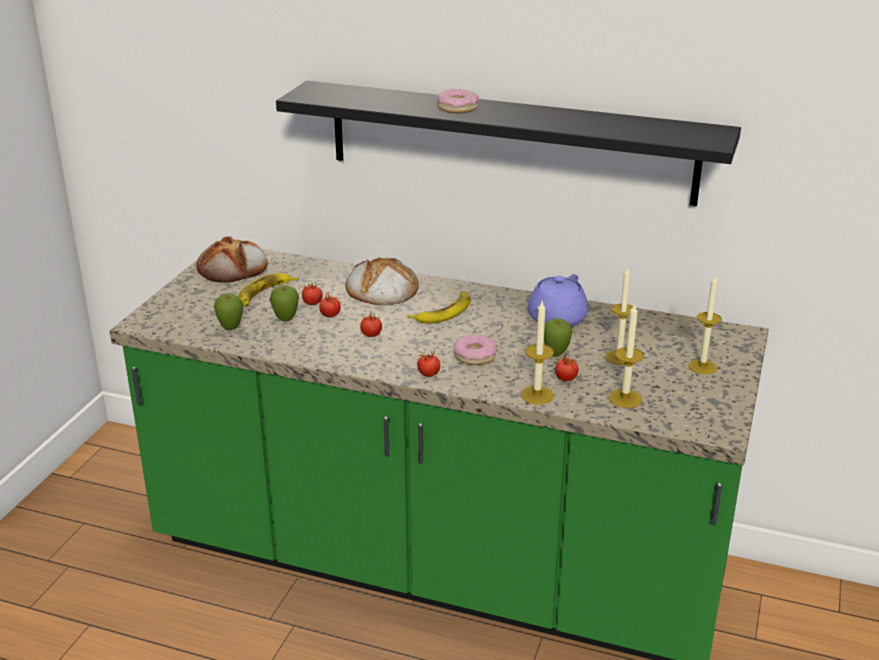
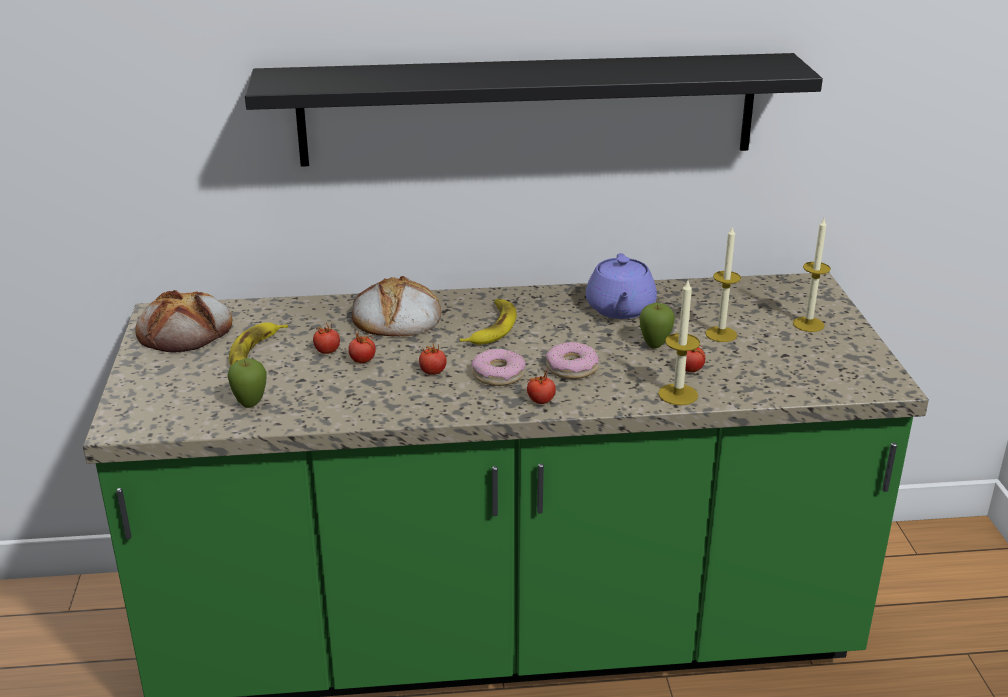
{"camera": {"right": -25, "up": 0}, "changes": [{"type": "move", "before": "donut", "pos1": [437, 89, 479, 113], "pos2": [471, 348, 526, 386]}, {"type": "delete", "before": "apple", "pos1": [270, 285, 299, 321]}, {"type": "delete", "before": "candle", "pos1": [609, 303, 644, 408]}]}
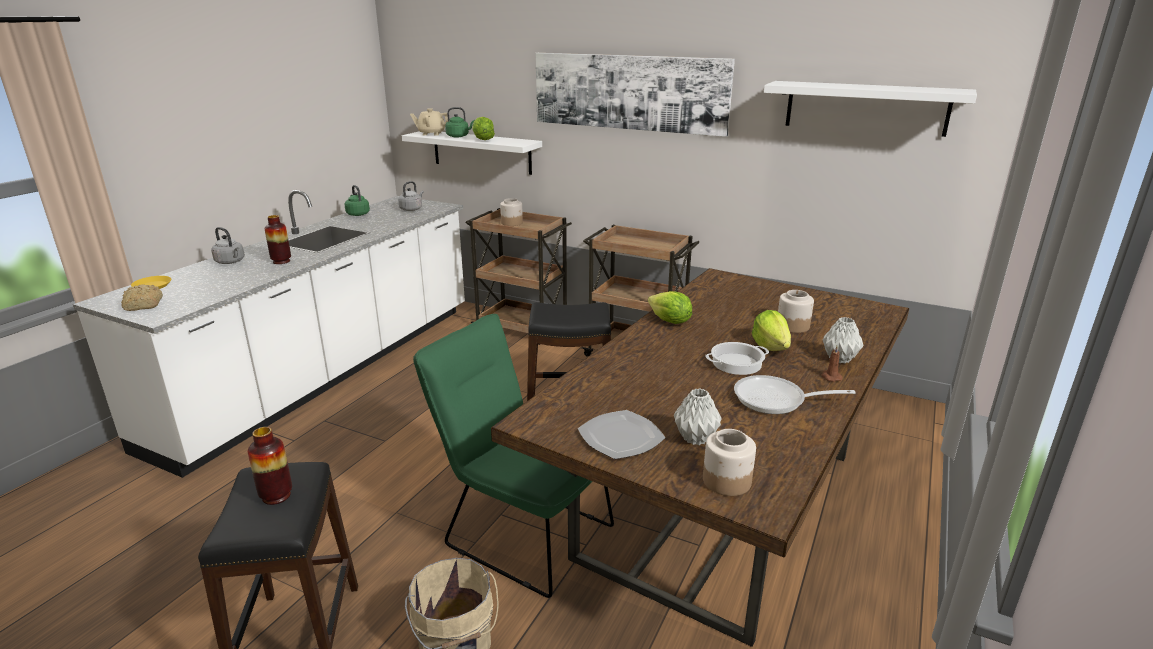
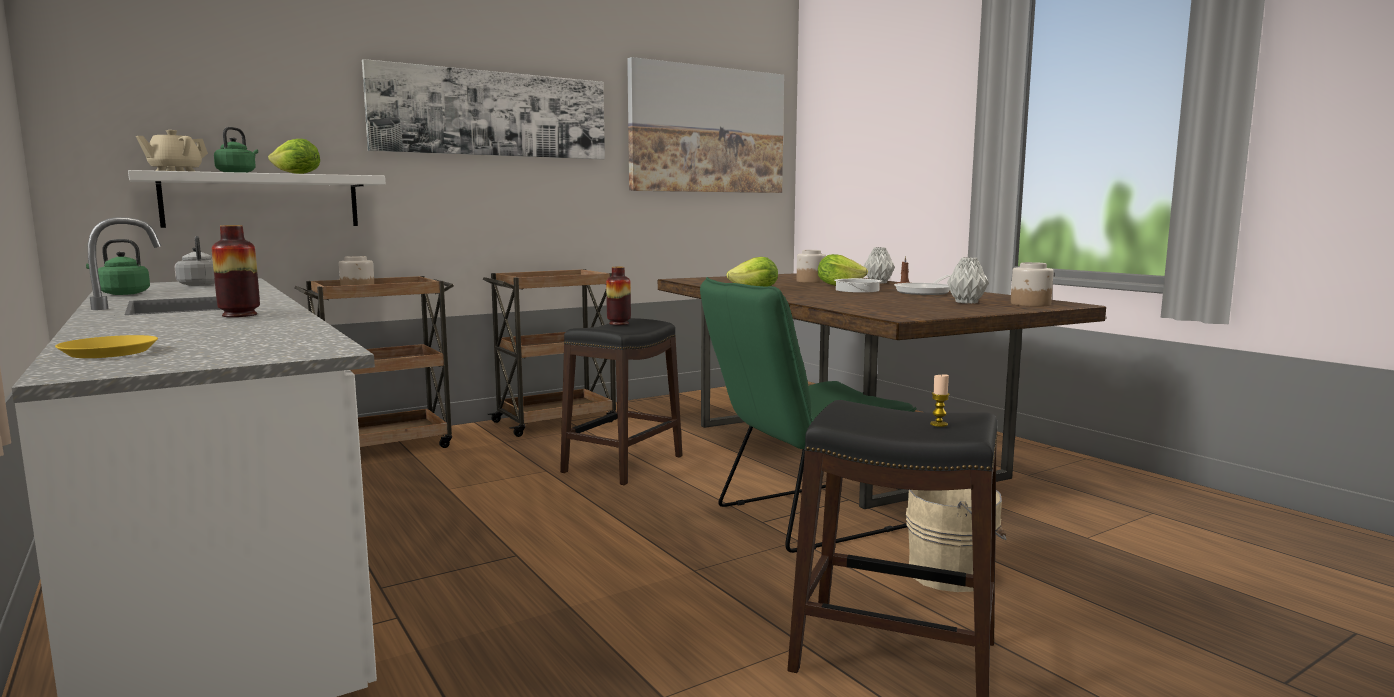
{"camera": {"right": -60, "up": -15}, "changes": [{"type": "move", "before": "vase", "pos1": [248, 427, 292, 505], "pos2": [606, 267, 631, 325]}, {"type": "replace", "before": "white shelf", "after": "picture", "pos1": [764, 81, 977, 137], "pos2": [627, 57, 784, 193]}, {"type": "insert", "after": "candle", "pos2": [930, 374, 950, 427]}, {"type": "delete", "before": "bread", "pos1": [121, 284, 163, 311]}, {"type": "delete", "before": "grey kettle", "pos1": [211, 227, 245, 264]}, {"type": "delete", "before": "plate", "pos1": [578, 410, 665, 459]}]}
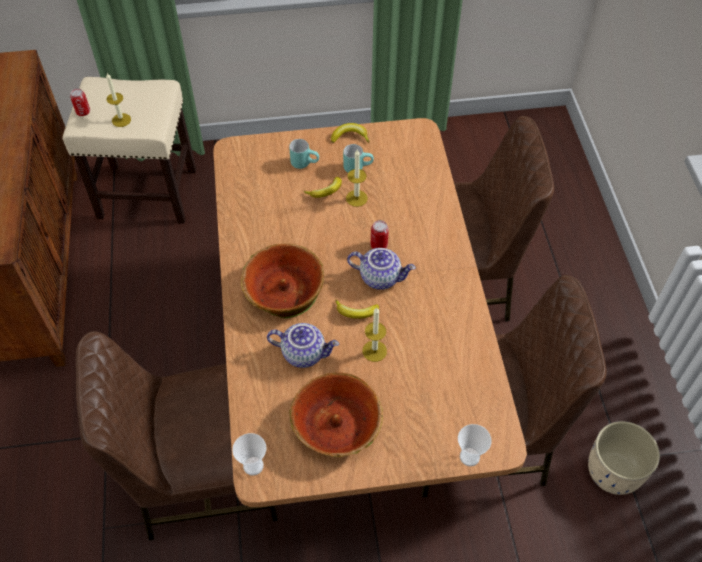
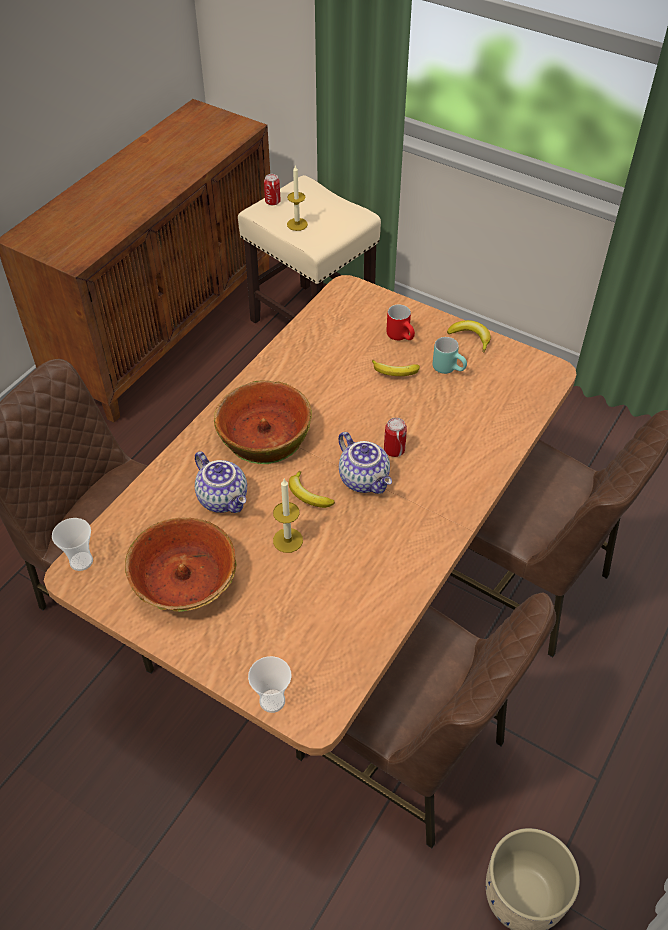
{"camera": {"right": 40, "up": -5}, "changes": [{"type": "recolor", "before": "turquoise mug", "after": "red mug", "pos1": [289, 139, 319, 169], "pos2": [386, 305, 415, 340]}, {"type": "delete", "before": "candle", "pos1": [346, 150, 368, 207]}]}
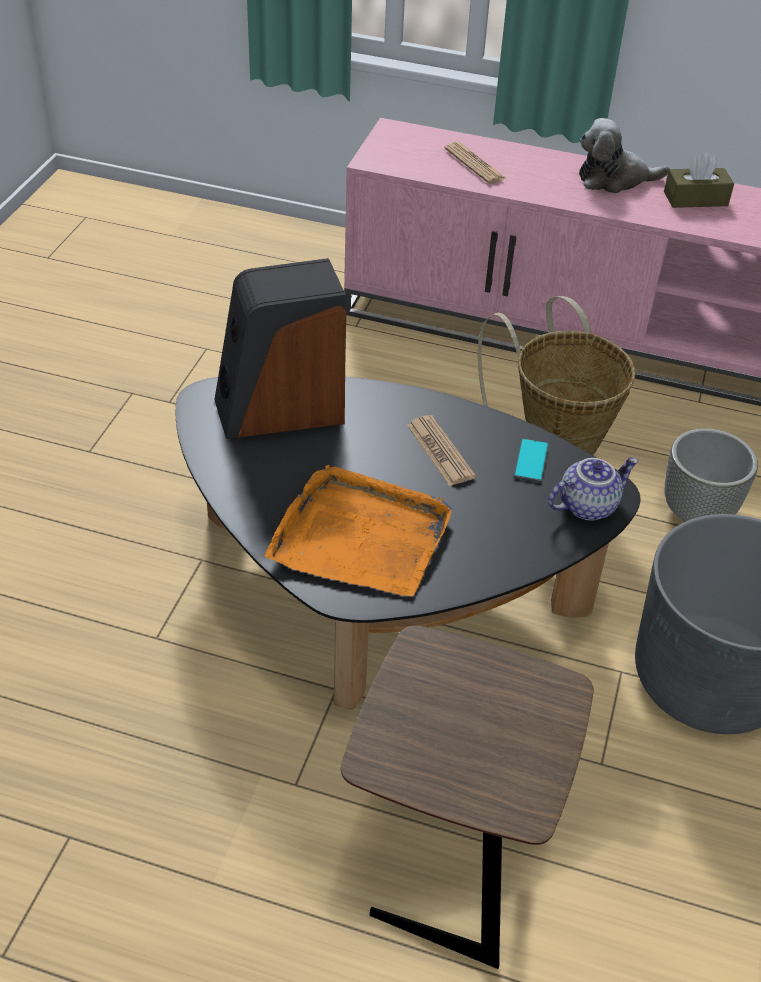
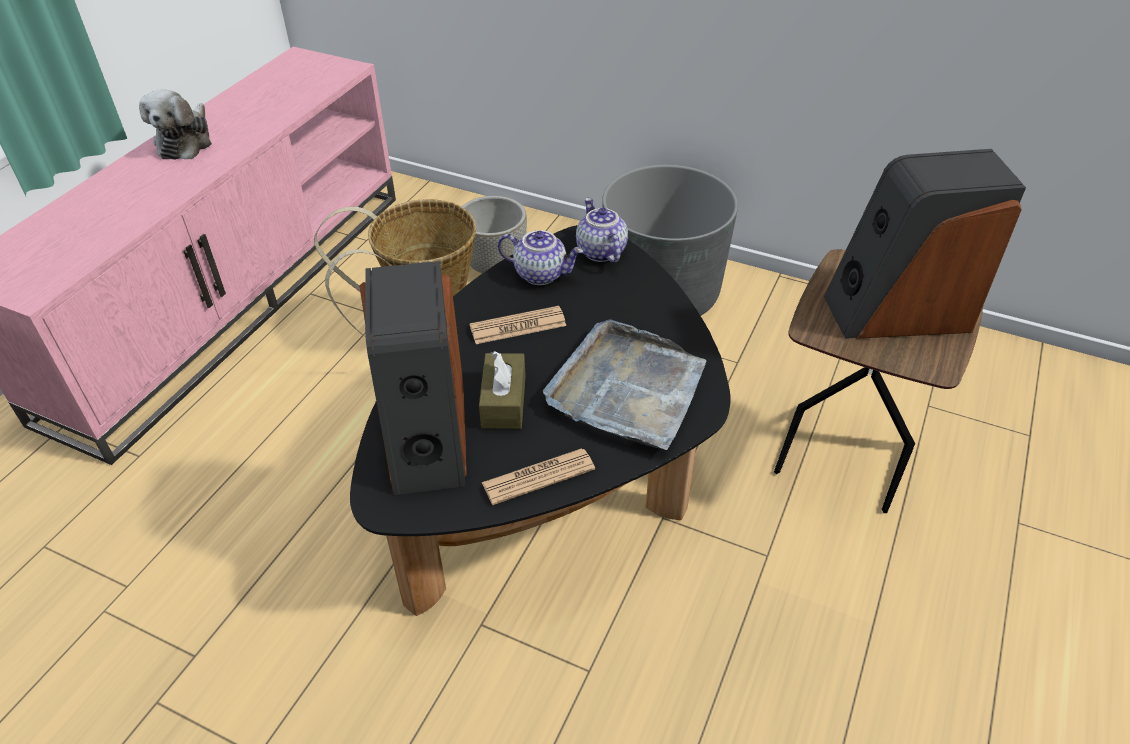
{"camera": {"right": -80, "up": 0}, "changes": [{"type": "move", "before": "brown tissue box", "pos1": [664, 152, 734, 208], "pos2": [479, 351, 526, 429]}, {"type": "move", "before": "newspaper", "pos1": [444, 142, 507, 184], "pos2": [481, 448, 595, 505]}, {"type": "replace", "before": "phone", "after": "teapot", "pos1": [513, 438, 549, 483], "pos2": [498, 230, 583, 285]}, {"type": "recolor", "before": "orange tray", "after": "grey tray", "pos1": [265, 465, 453, 596], "pos2": [543, 320, 706, 450]}, {"type": "insert", "after": "speaker", "pos2": [824, 149, 1026, 339]}]}
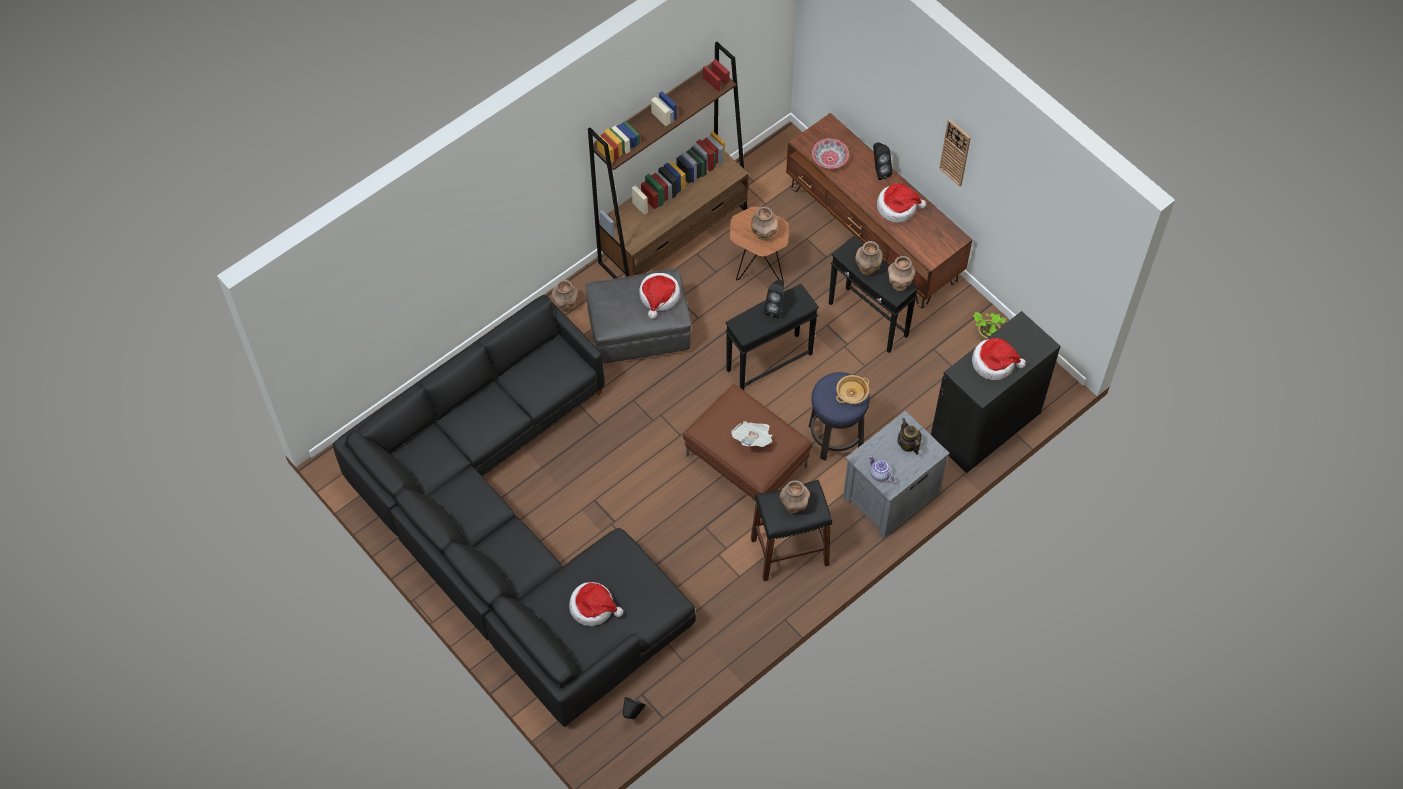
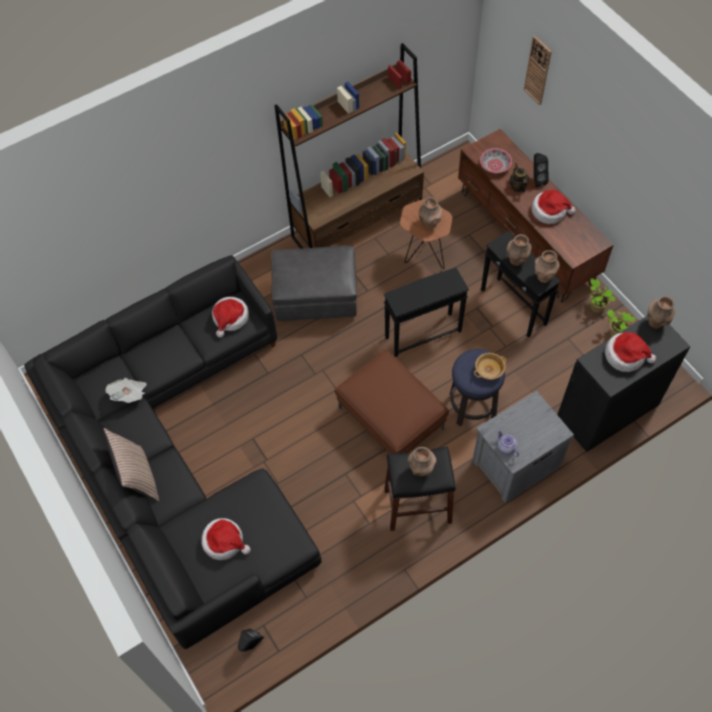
{"camera": {"right": 10, "up": 0}, "changes": [{"type": "insert", "after": "pillow", "pos2": [103, 428, 159, 501]}, {"type": "move", "before": "newspaper", "pos1": [731, 421, 772, 447], "pos2": [105, 378, 147, 403]}, {"type": "move", "before": "hat", "pos1": [639, 273, 680, 319], "pos2": [212, 297, 249, 337]}, {"type": "move", "before": "teapot", "pos1": [897, 418, 922, 455], "pos2": [509, 163, 529, 193]}, {"type": "move", "before": "wall clock", "pos1": [939, 119, 971, 186], "pos2": [524, 35, 552, 105]}, {"type": "insert", "after": "potted plant", "pos2": [590, 278, 616, 313]}, {"type": "move", "before": "brown vase", "pos1": [552, 280, 578, 312], "pos2": [647, 296, 675, 329]}, {"type": "delete", "before": "black speaker", "pos1": [764, 279, 784, 318]}]}
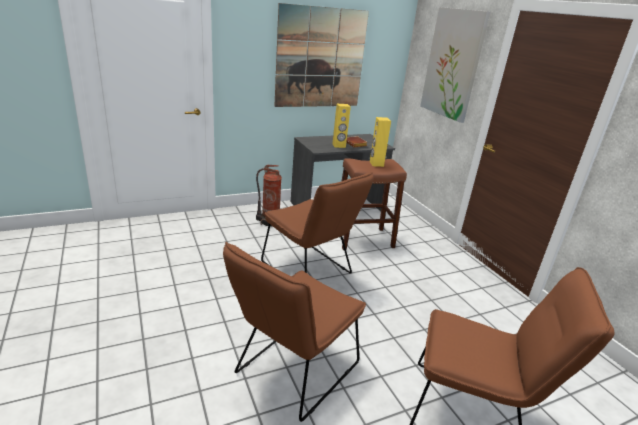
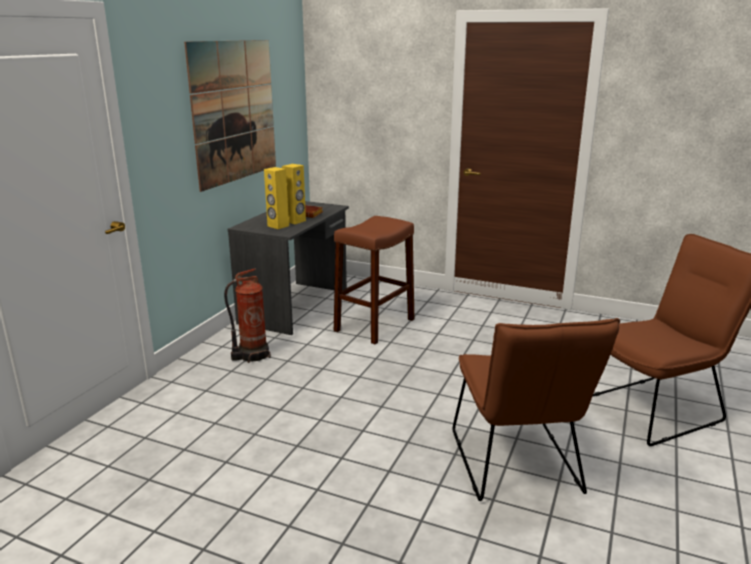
{"camera": {"right": -40, "up": -5}, "changes": [{"type": "move", "before": "yellow speaker", "pos1": [370, 117, 391, 167], "pos2": [264, 167, 289, 229]}, {"type": "delete", "before": "brown chair", "pos1": [261, 172, 374, 274]}, {"type": "delete", "before": "picture", "pos1": [420, 7, 490, 123]}]}
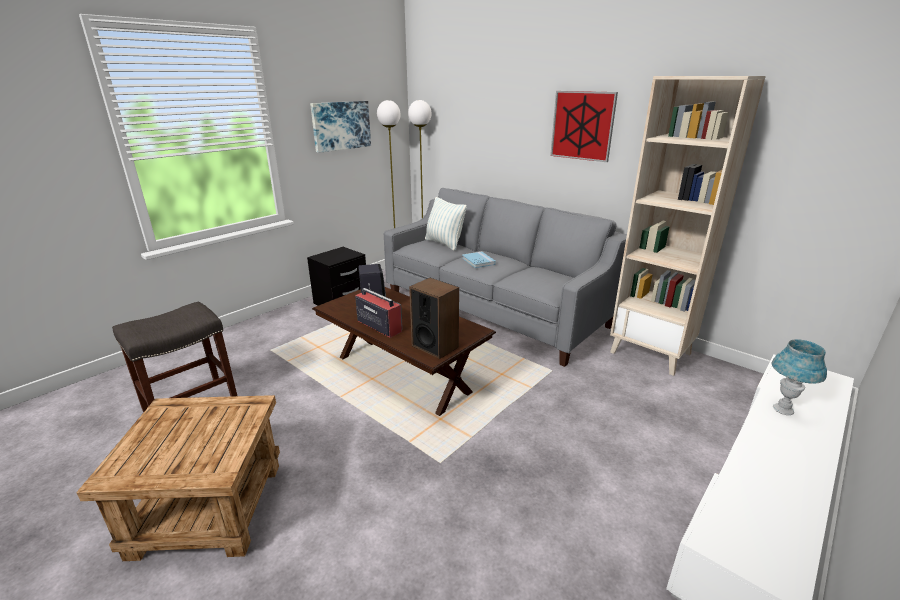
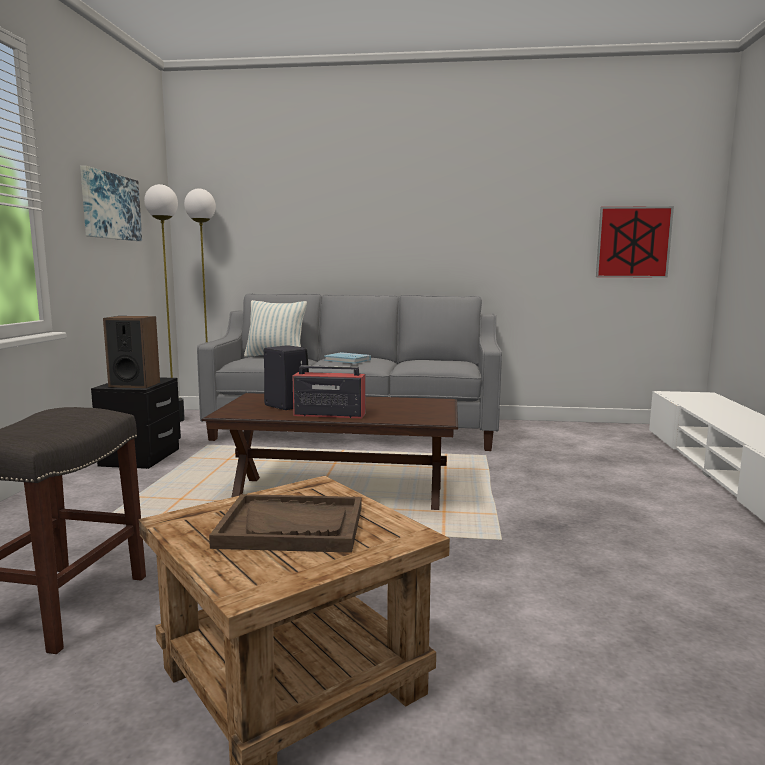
{"camera": {"right": -35, "up": -15}, "changes": [{"type": "move", "before": "speaker", "pos1": [409, 278, 459, 359], "pos2": [103, 316, 160, 388]}, {"type": "insert", "after": "brown tray", "pos2": [209, 494, 361, 553]}, {"type": "move", "before": "picture", "pos1": [550, 91, 618, 162], "pos2": [596, 206, 674, 278]}, {"type": "delete", "before": "beige bookcase", "pos1": [610, 76, 766, 376]}, {"type": "delete", "before": "blue table lamp", "pos1": [772, 339, 827, 415]}]}
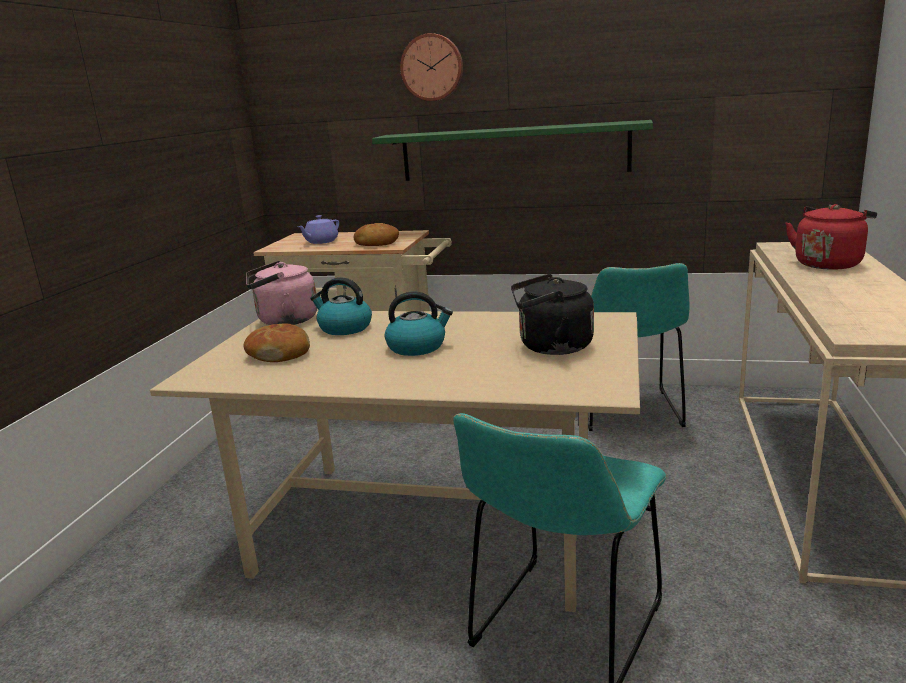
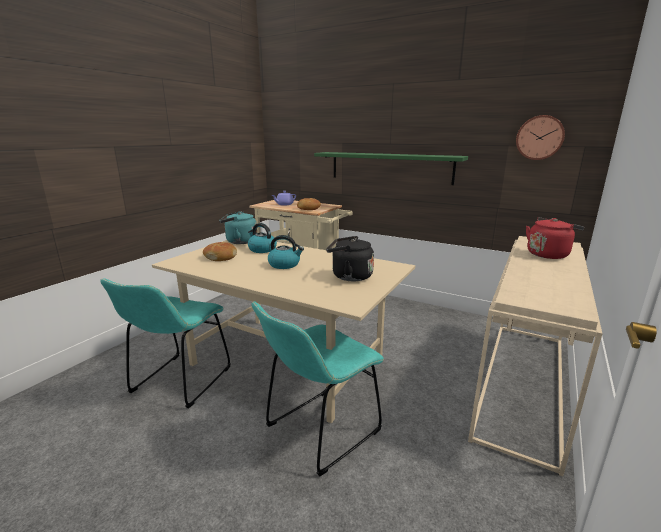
{"camera": {"right": 15, "up": 0}, "changes": [{"type": "move", "before": "turquoise chair", "pos1": [588, 263, 690, 431], "pos2": [100, 278, 231, 408]}, {"type": "recolor", "before": "pink kettle", "after": "turquoise kettle", "pos1": [246, 261, 317, 325], "pos2": [219, 211, 257, 244]}, {"type": "move", "before": "wall clock", "pos1": [400, 33, 463, 101], "pos2": [516, 115, 565, 160]}]}
